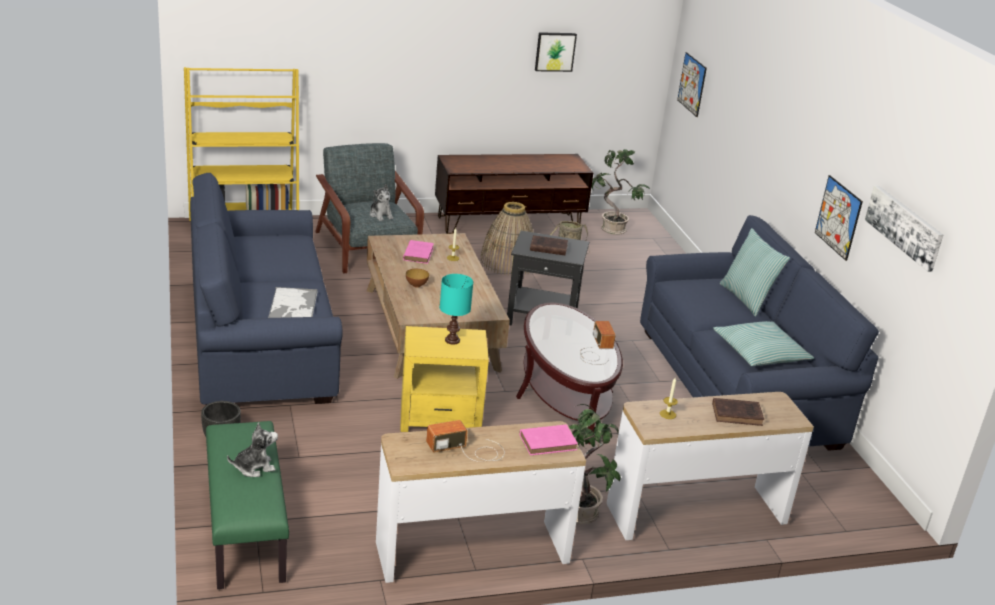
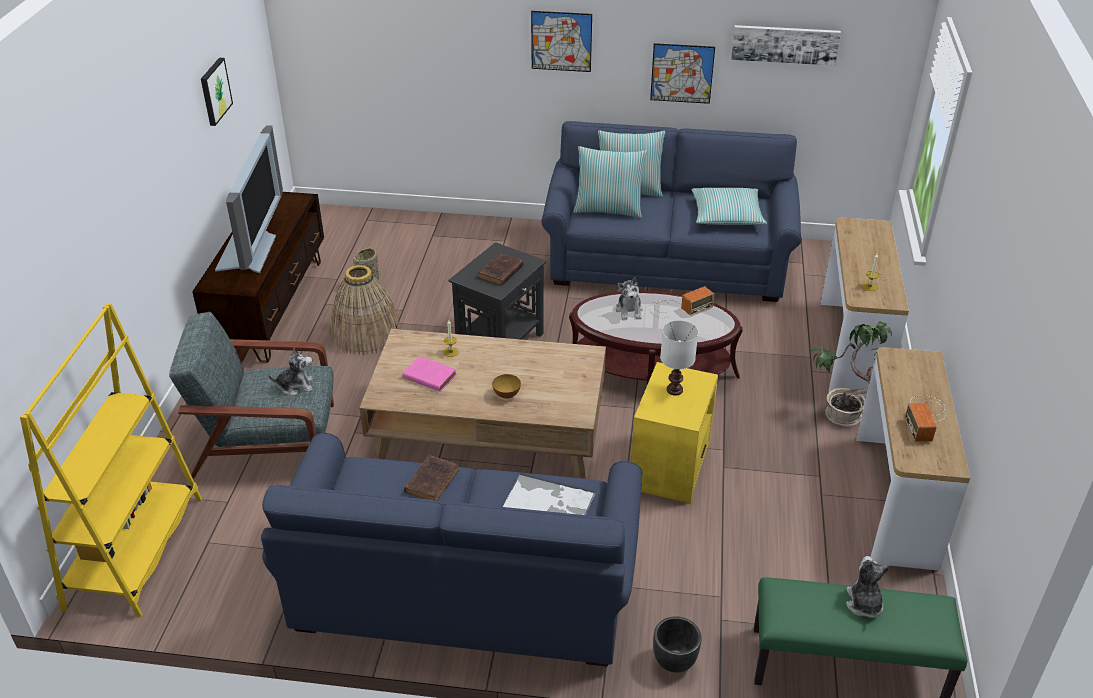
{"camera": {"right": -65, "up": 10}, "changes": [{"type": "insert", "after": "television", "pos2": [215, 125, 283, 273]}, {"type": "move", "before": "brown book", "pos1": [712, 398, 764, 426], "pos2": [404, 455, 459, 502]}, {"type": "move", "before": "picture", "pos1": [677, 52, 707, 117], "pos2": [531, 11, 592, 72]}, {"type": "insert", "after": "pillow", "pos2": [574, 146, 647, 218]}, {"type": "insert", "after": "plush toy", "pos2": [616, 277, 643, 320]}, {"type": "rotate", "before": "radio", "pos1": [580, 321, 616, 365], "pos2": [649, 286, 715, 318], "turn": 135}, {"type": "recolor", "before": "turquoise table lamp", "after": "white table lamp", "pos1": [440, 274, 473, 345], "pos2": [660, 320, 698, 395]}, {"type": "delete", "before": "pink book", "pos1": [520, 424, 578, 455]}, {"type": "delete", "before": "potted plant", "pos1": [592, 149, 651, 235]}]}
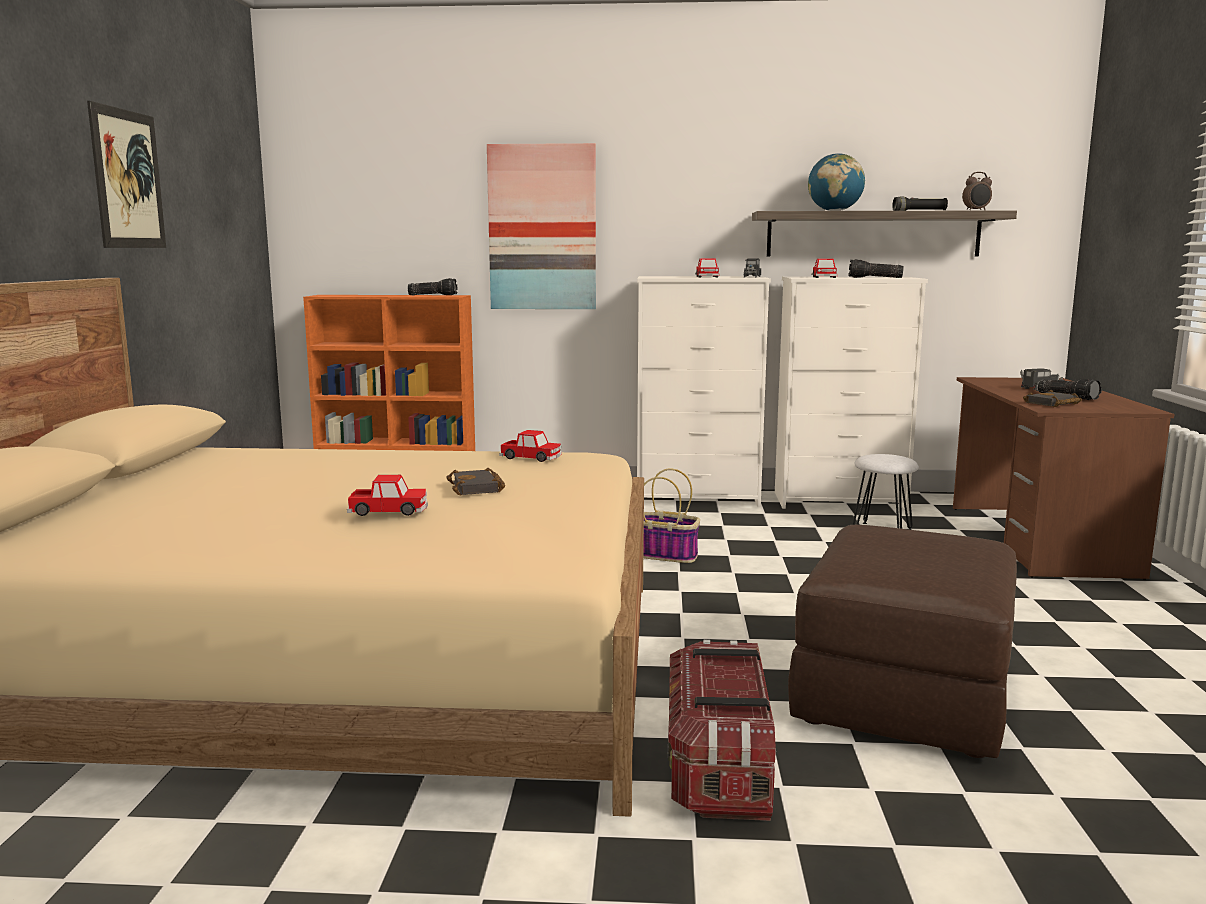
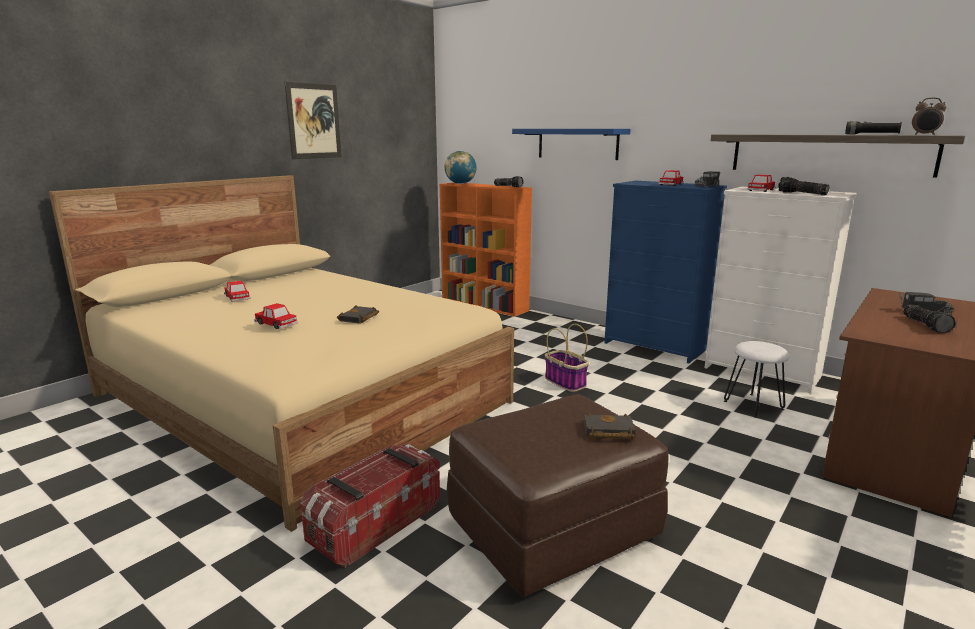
{"camera": {"right": 35, "up": 5}, "changes": [{"type": "move", "before": "toy car", "pos1": [499, 430, 562, 462], "pos2": [224, 281, 251, 302]}, {"type": "move", "before": "globe", "pos1": [808, 153, 865, 211], "pos2": [445, 151, 477, 184]}, {"type": "replace", "before": "picture", "after": "blue shelf", "pos1": [487, 143, 596, 309], "pos2": [512, 129, 631, 160]}, {"type": "move", "before": "black book", "pos1": [1023, 390, 1082, 407], "pos2": [584, 413, 636, 439]}, {"type": "recolor", "before": "white dresser", "after": "blue dresser", "pos1": [637, 276, 771, 508], "pos2": [604, 181, 727, 363]}]}
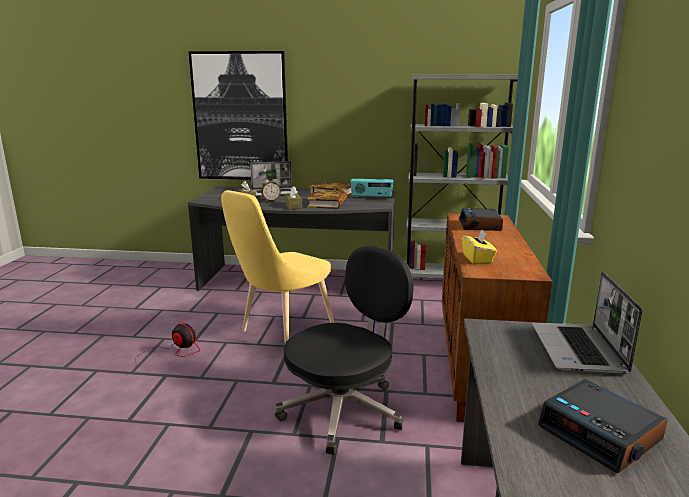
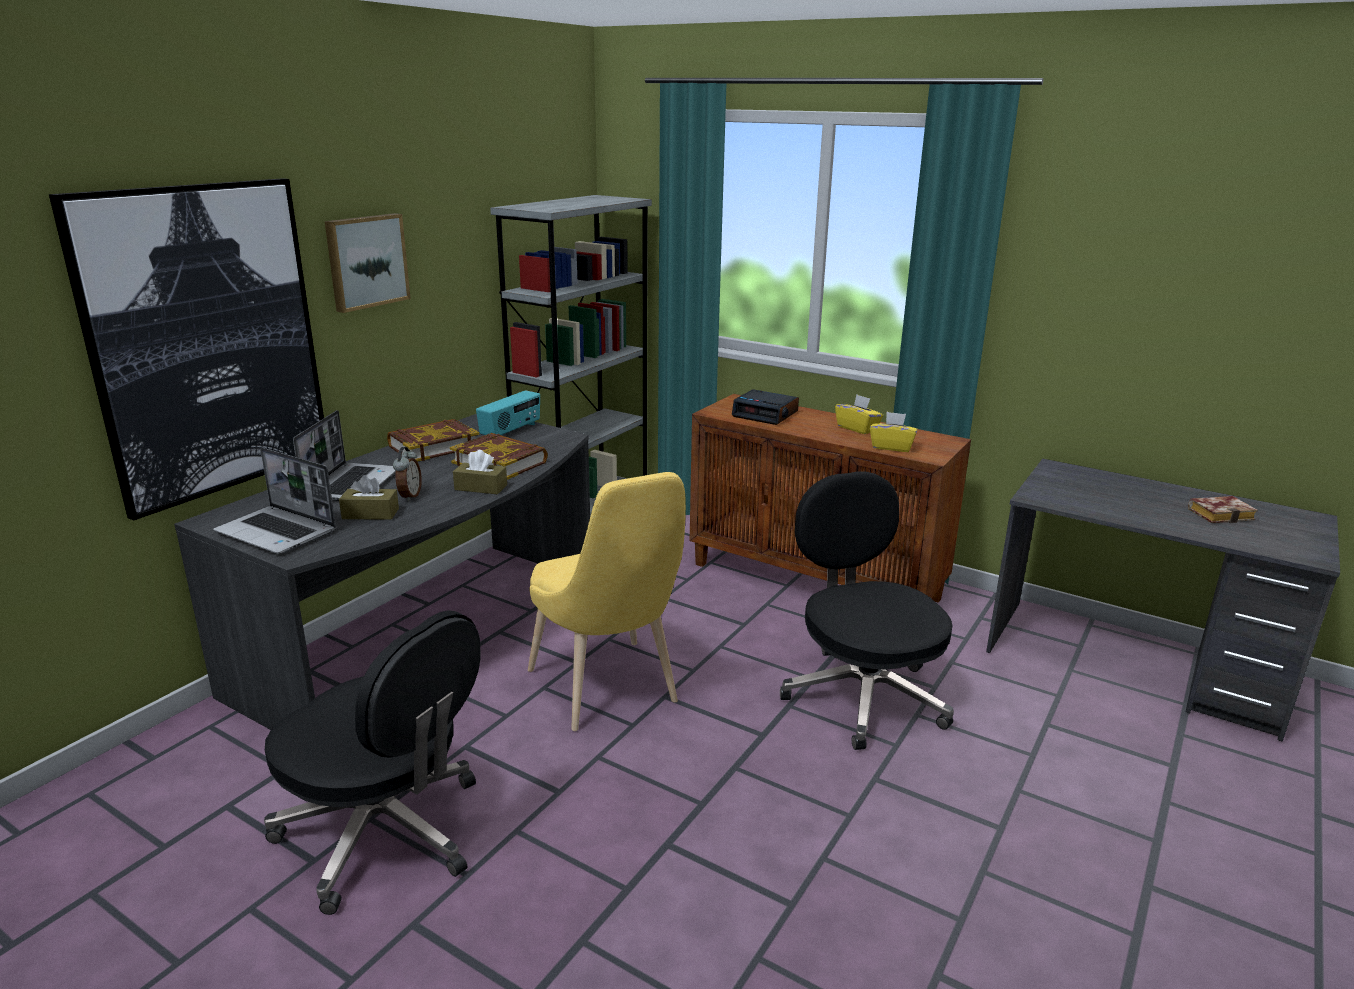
{"camera": {"right": -65, "up": 5}, "changes": [{"type": "move", "before": "laptop", "pos1": [532, 272, 642, 374], "pos2": [213, 448, 336, 554]}, {"type": "insert", "after": "black office chair", "pos2": [264, 610, 480, 915]}, {"type": "insert", "after": "picture", "pos2": [325, 213, 411, 313]}, {"type": "insert", "after": "yellow tissue box", "pos2": [835, 395, 883, 434]}, {"type": "replace", "before": "alarm clock", "after": "book", "pos1": [538, 379, 668, 473], "pos2": [1188, 496, 1258, 523]}, {"type": "delete", "before": "fan", "pos1": [125, 323, 200, 376]}]}
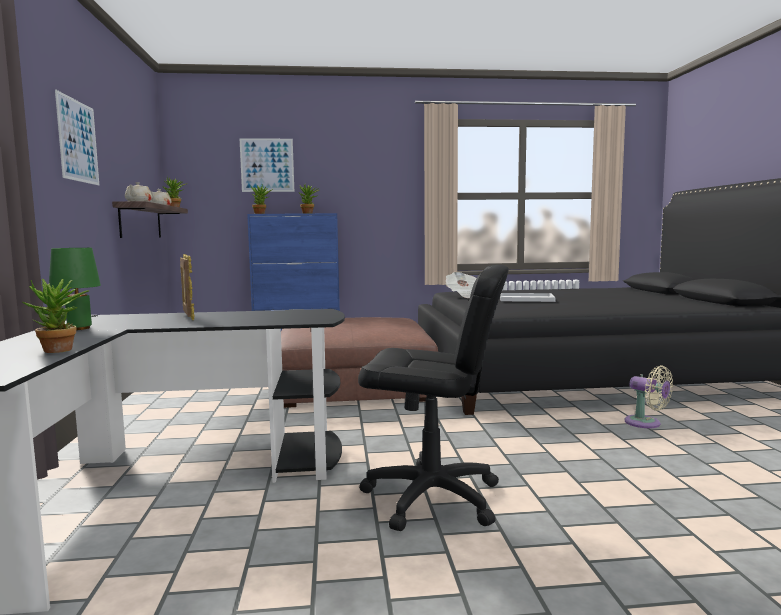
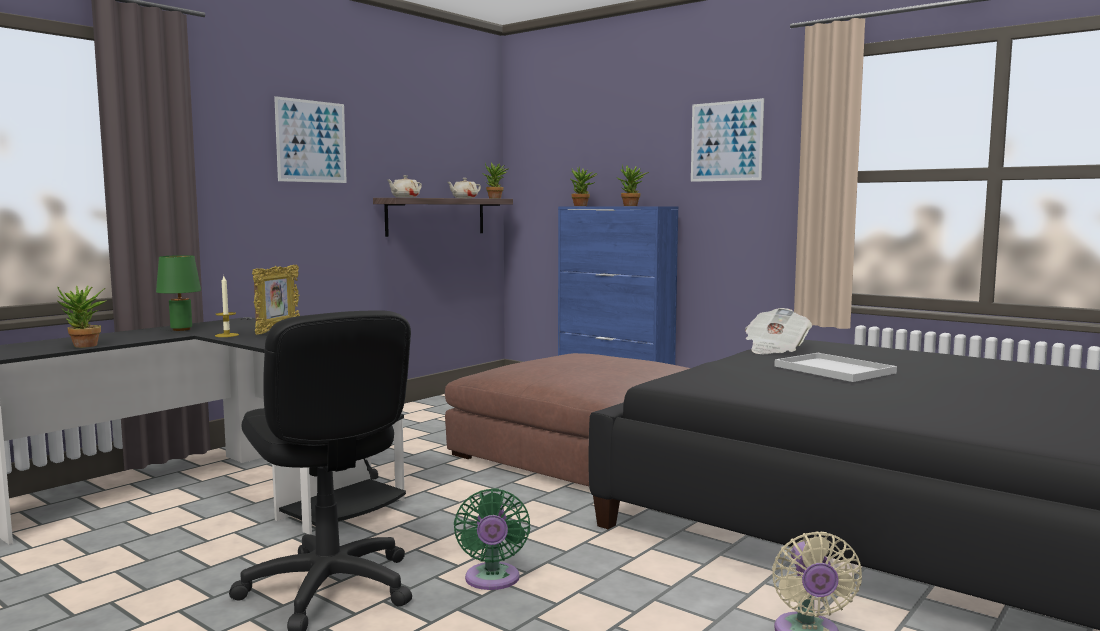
{"camera": {"right": 45, "up": 0}, "changes": [{"type": "insert", "after": "candle", "pos2": [215, 276, 239, 337]}, {"type": "insert", "after": "green fan", "pos2": [454, 488, 530, 590]}, {"type": "move", "before": "picture", "pos1": [239, 138, 294, 192], "pos2": [691, 98, 764, 182]}]}
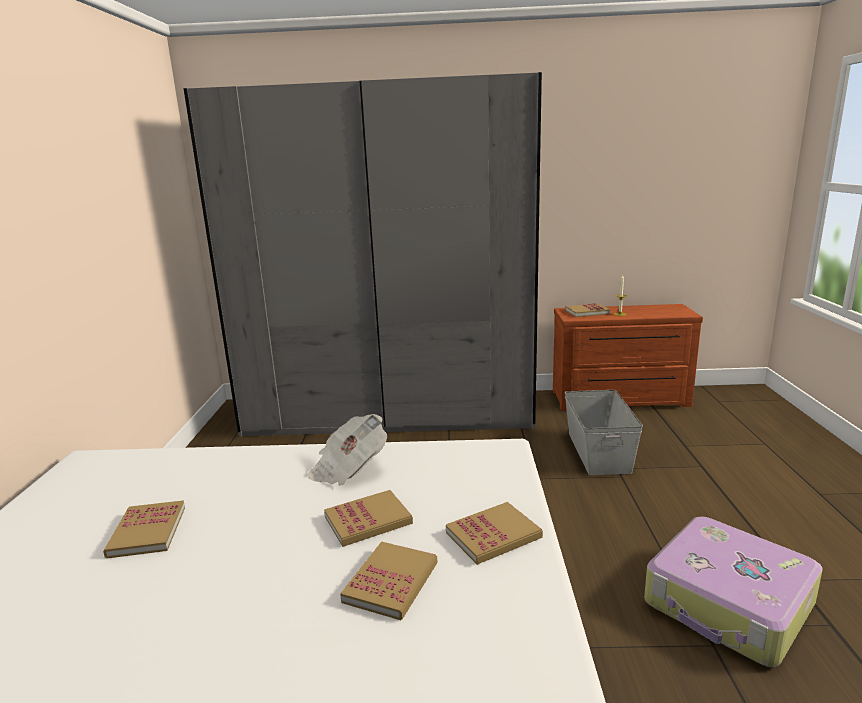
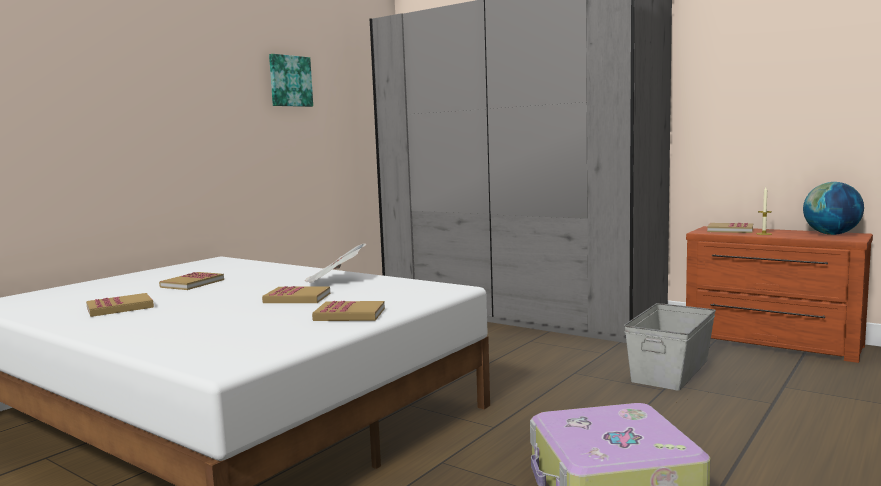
{"camera": {"right": 35, "up": -10}, "changes": [{"type": "move", "before": "book", "pos1": [340, 541, 438, 620], "pos2": [86, 293, 154, 317]}, {"type": "insert", "after": "picture", "pos2": [269, 54, 313, 107]}, {"type": "insert", "after": "globe", "pos2": [803, 182, 864, 235]}]}
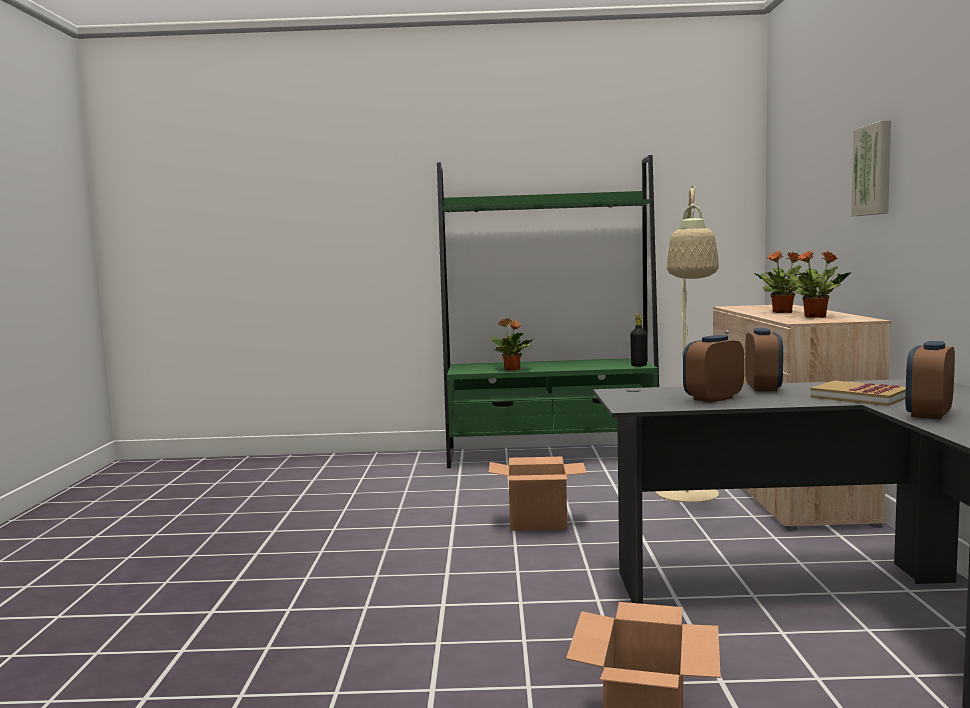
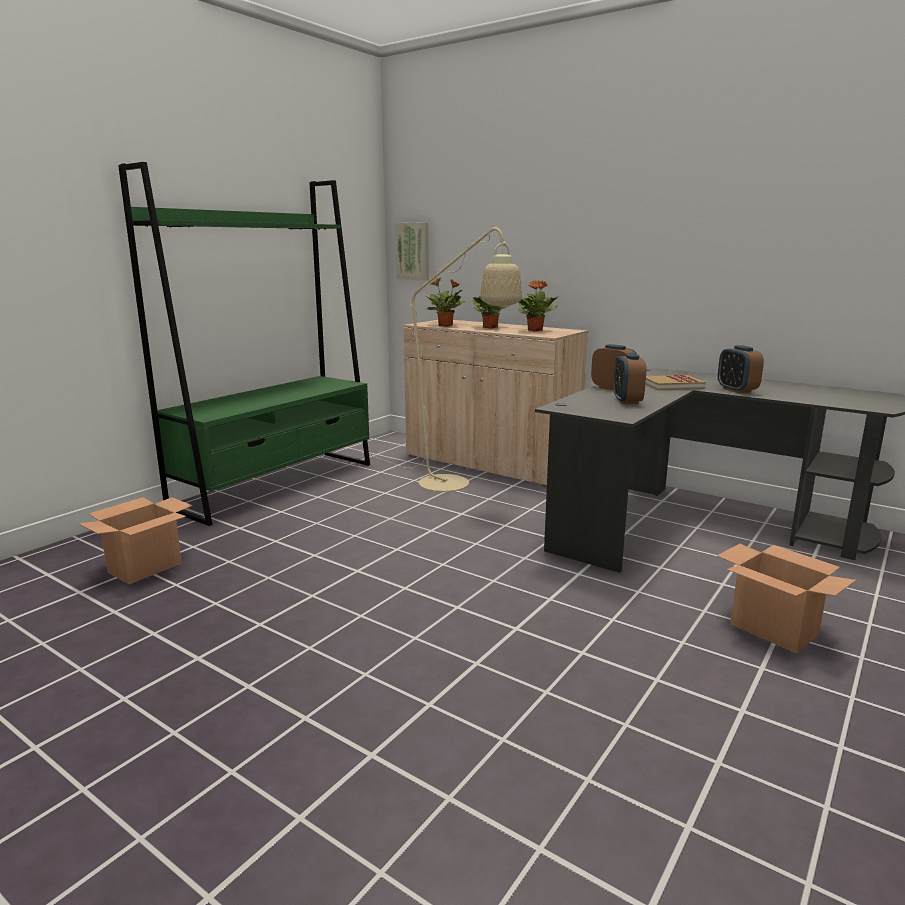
{"camera": {"right": -55, "up": 10}, "changes": [{"type": "move", "before": "cardboard box", "pos1": [488, 457, 587, 531], "pos2": [78, 497, 193, 584]}, {"type": "move", "before": "picture", "pos1": [851, 120, 891, 216], "pos2": [396, 222, 429, 280]}, {"type": "move", "before": "potted plant", "pos1": [491, 318, 533, 371], "pos2": [427, 278, 466, 327]}, {"type": "delete", "before": "black bottle", "pos1": [630, 314, 647, 367]}]}
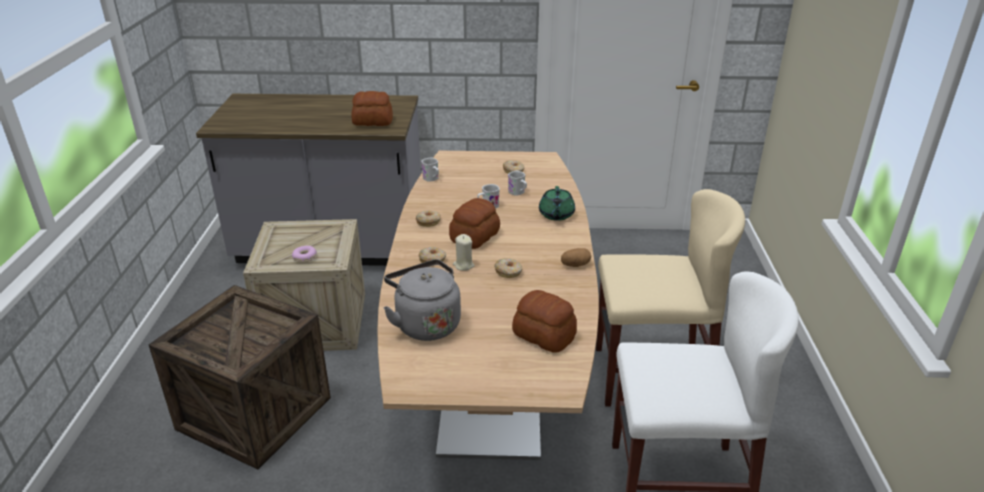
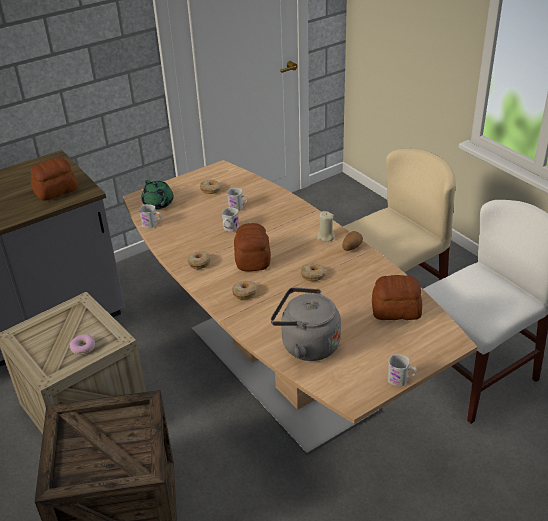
{"camera": {"right": -35, "up": 5}, "changes": [{"type": "move", "before": "green teapot", "pos1": [539, 186, 575, 221], "pos2": [141, 180, 174, 209]}, {"type": "move", "before": "beige candle", "pos1": [453, 234, 475, 271], "pos2": [317, 211, 335, 242]}, {"type": "insert", "after": "white mug", "pos2": [388, 354, 417, 386]}]}
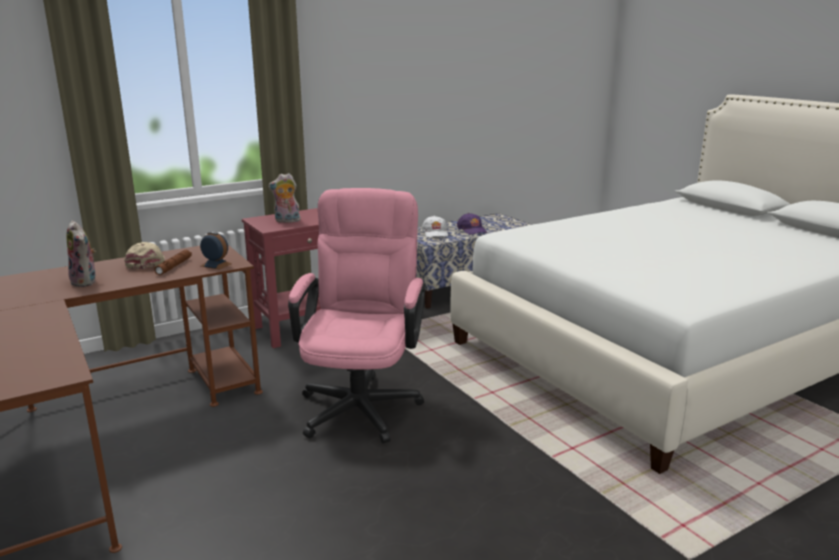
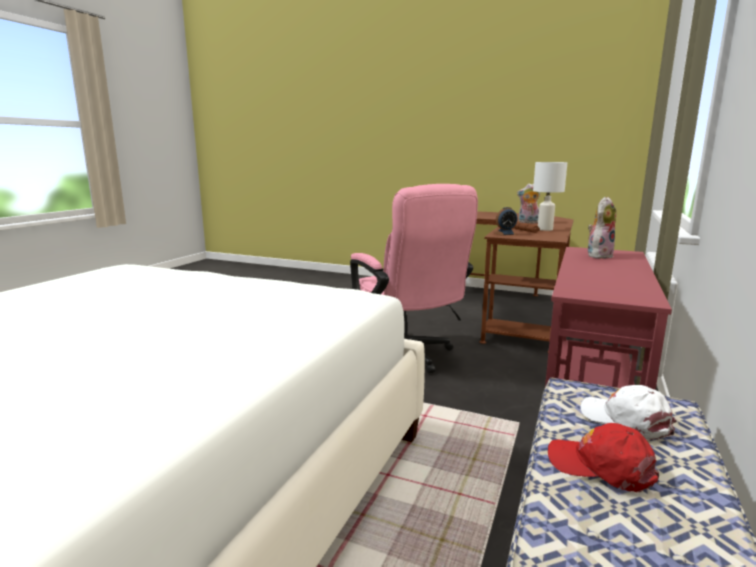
{"camera": {"right": 145, "up": -5}, "changes": [{"type": "replace", "before": "beige cap", "after": "white table lamp", "pos1": [124, 242, 165, 269], "pos2": [533, 162, 568, 231]}, {"type": "recolor", "before": "purple cap", "after": "red cap", "pos1": [457, 213, 487, 235], "pos2": [548, 423, 659, 492]}]}
